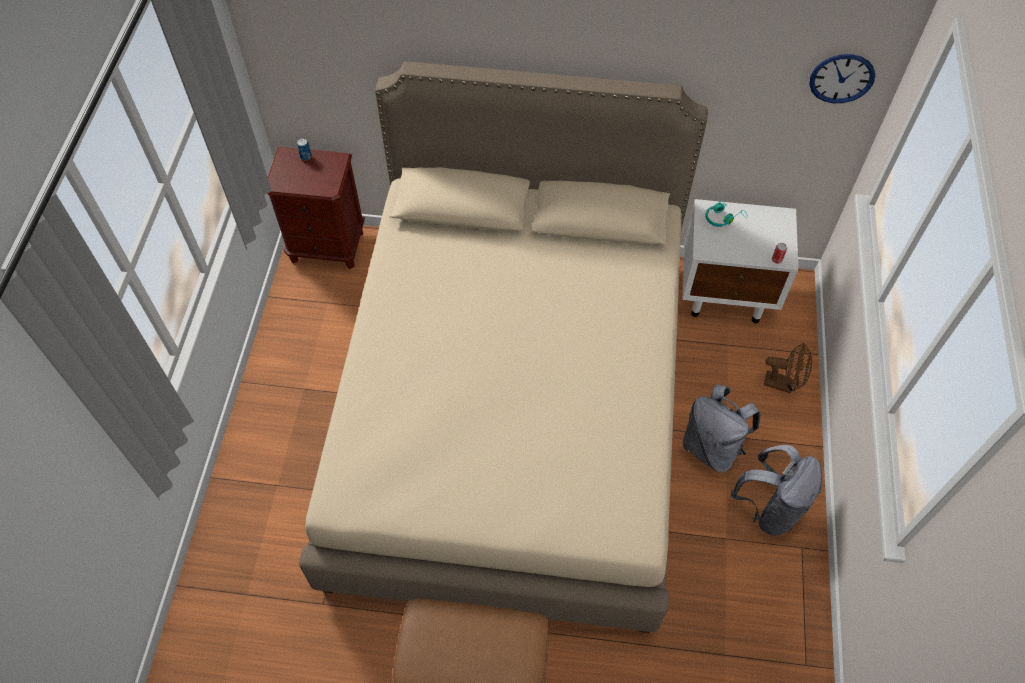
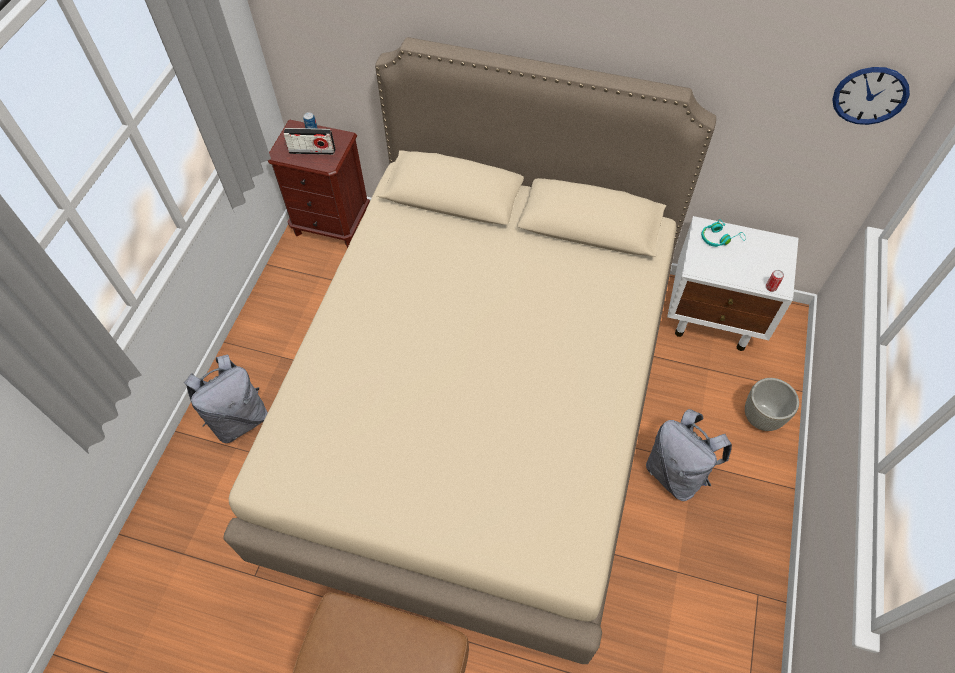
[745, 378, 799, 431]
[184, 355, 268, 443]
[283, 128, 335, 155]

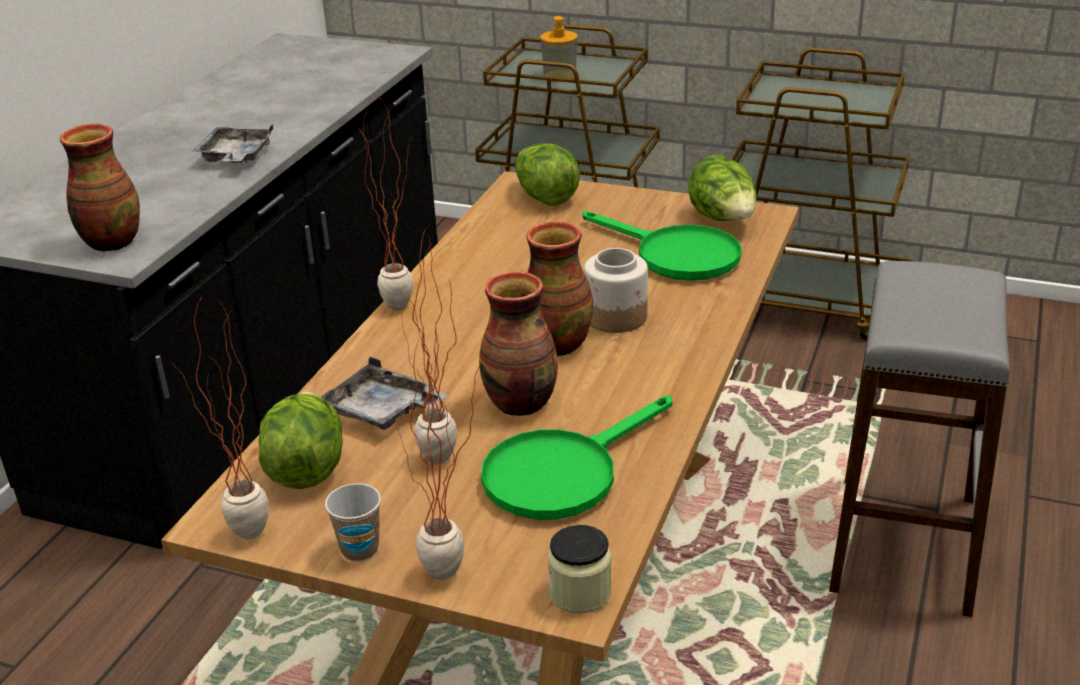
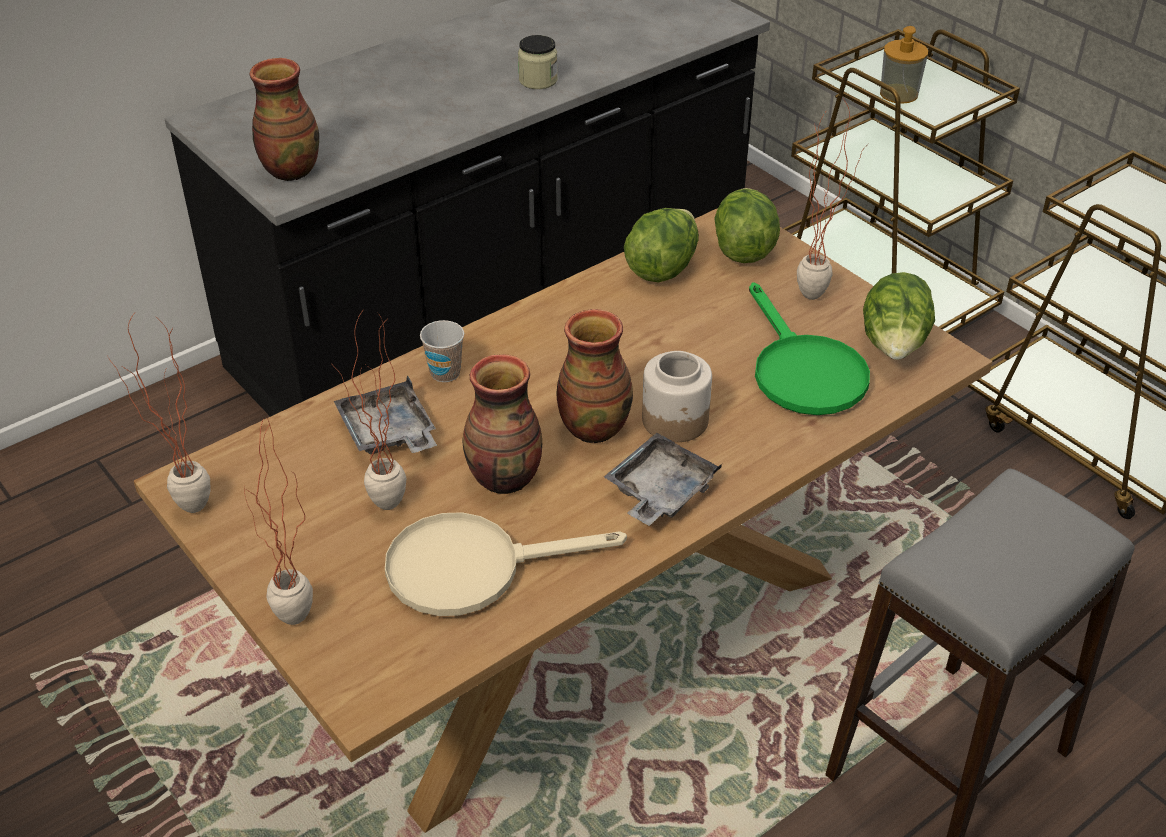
[797, 98, 869, 300]
[604, 433, 722, 526]
[624, 208, 699, 282]
[385, 512, 627, 616]
[420, 320, 464, 382]
[518, 35, 558, 89]

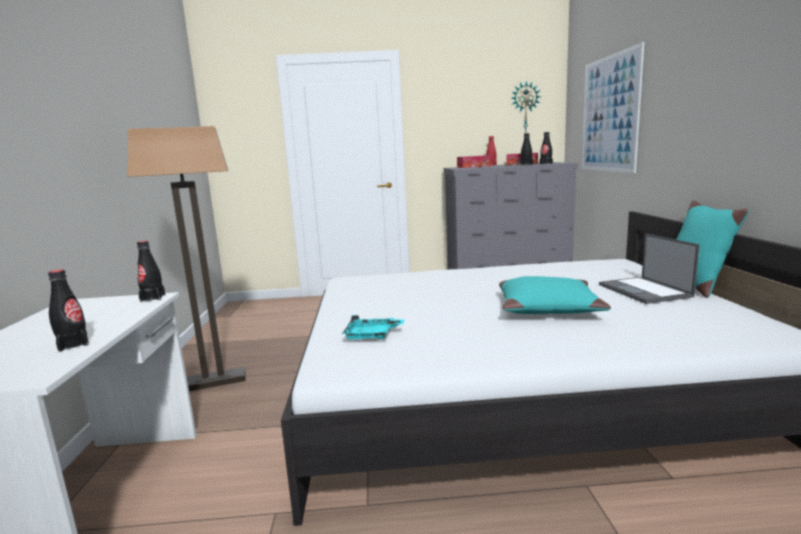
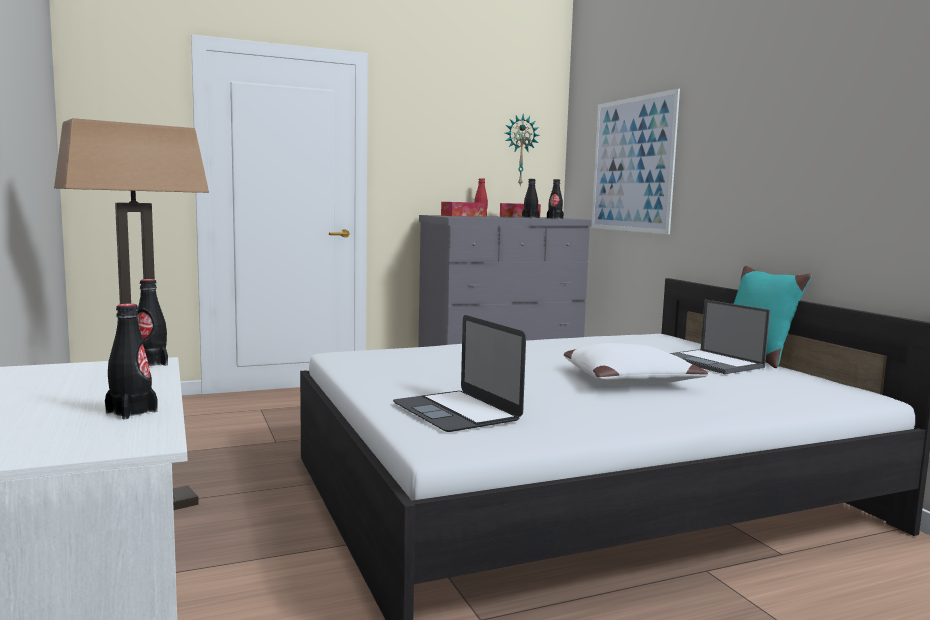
[564, 343, 708, 385]
[393, 315, 526, 432]

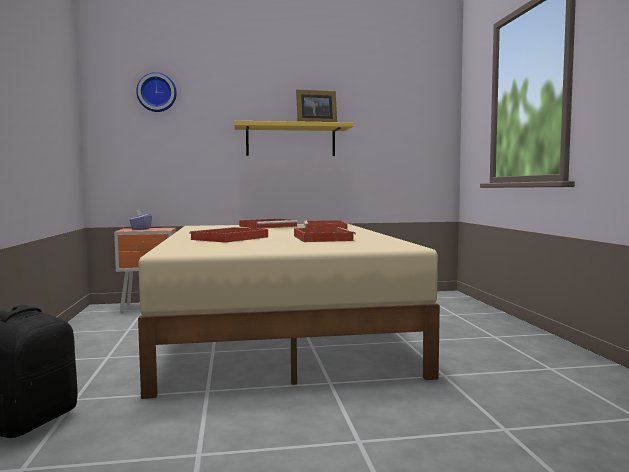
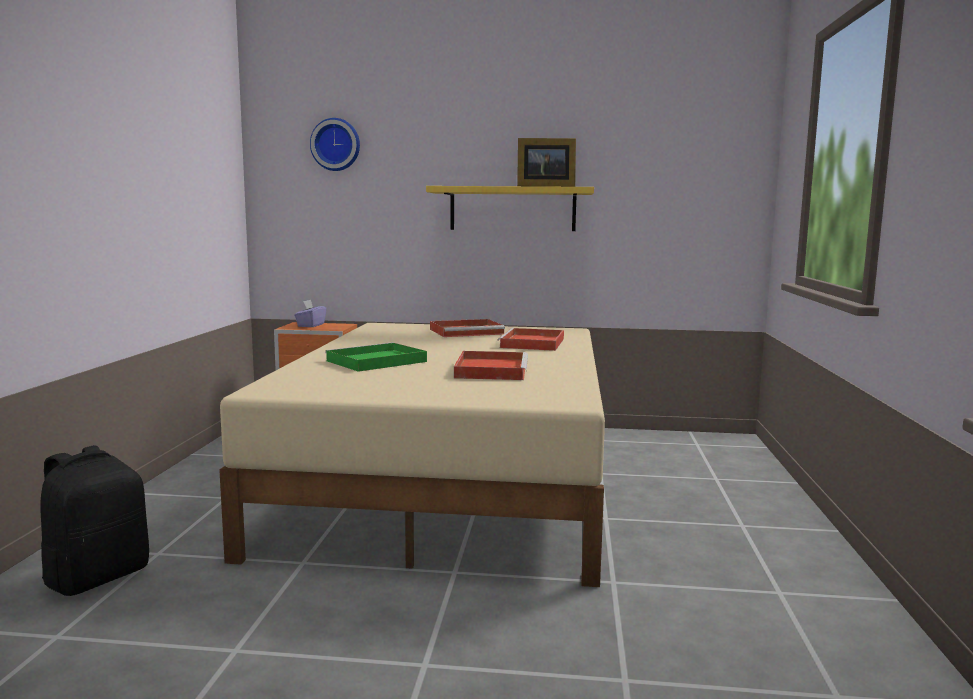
[325, 342, 427, 372]

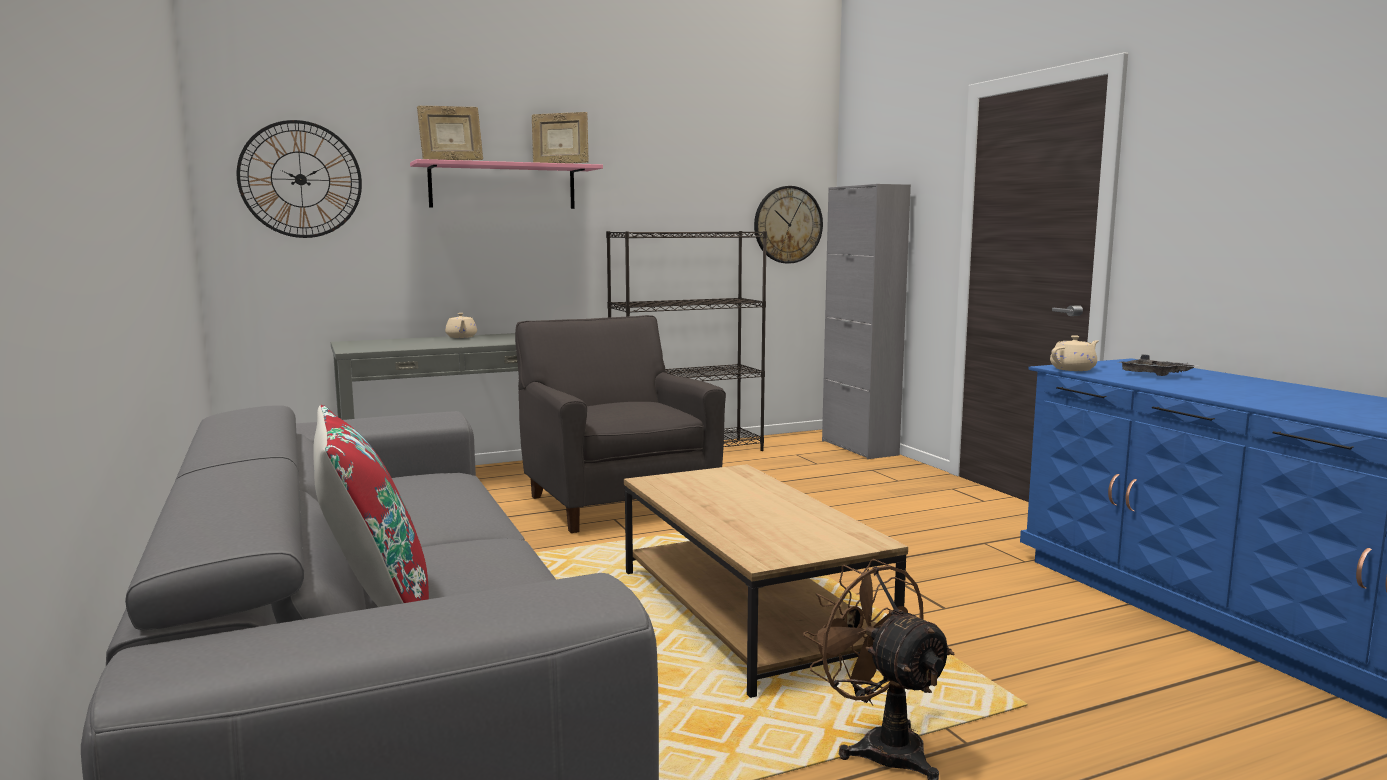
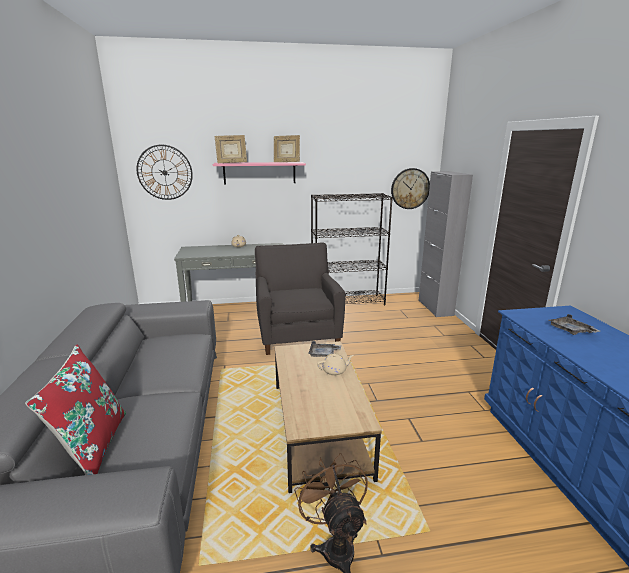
[317, 354, 354, 375]
[308, 341, 341, 357]

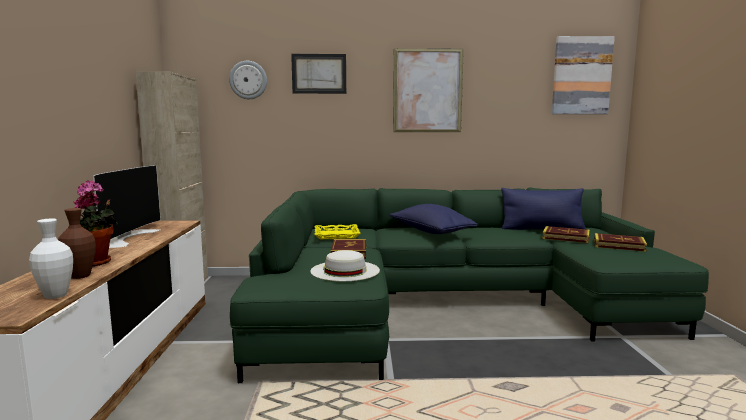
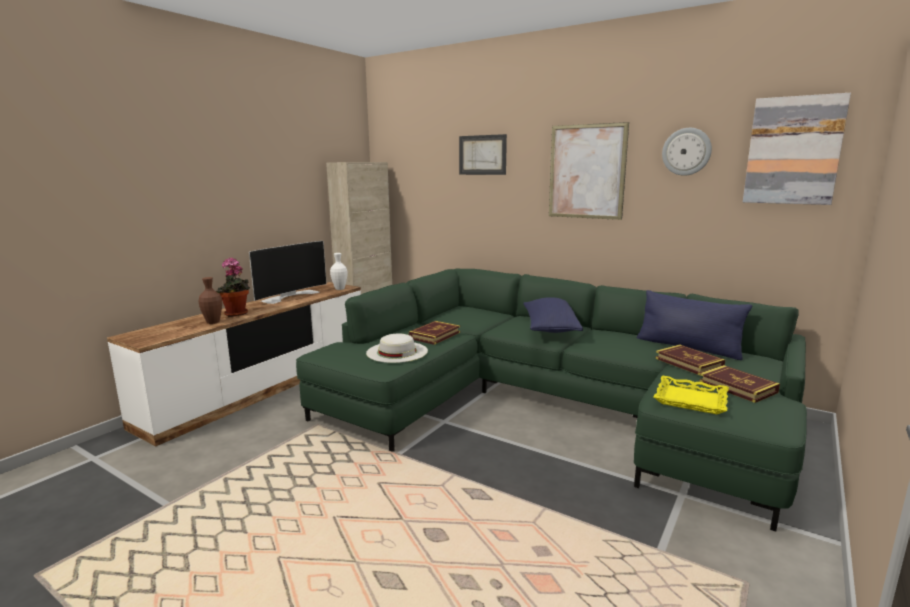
[662, 128, 712, 176]
[330, 253, 348, 290]
[654, 376, 729, 414]

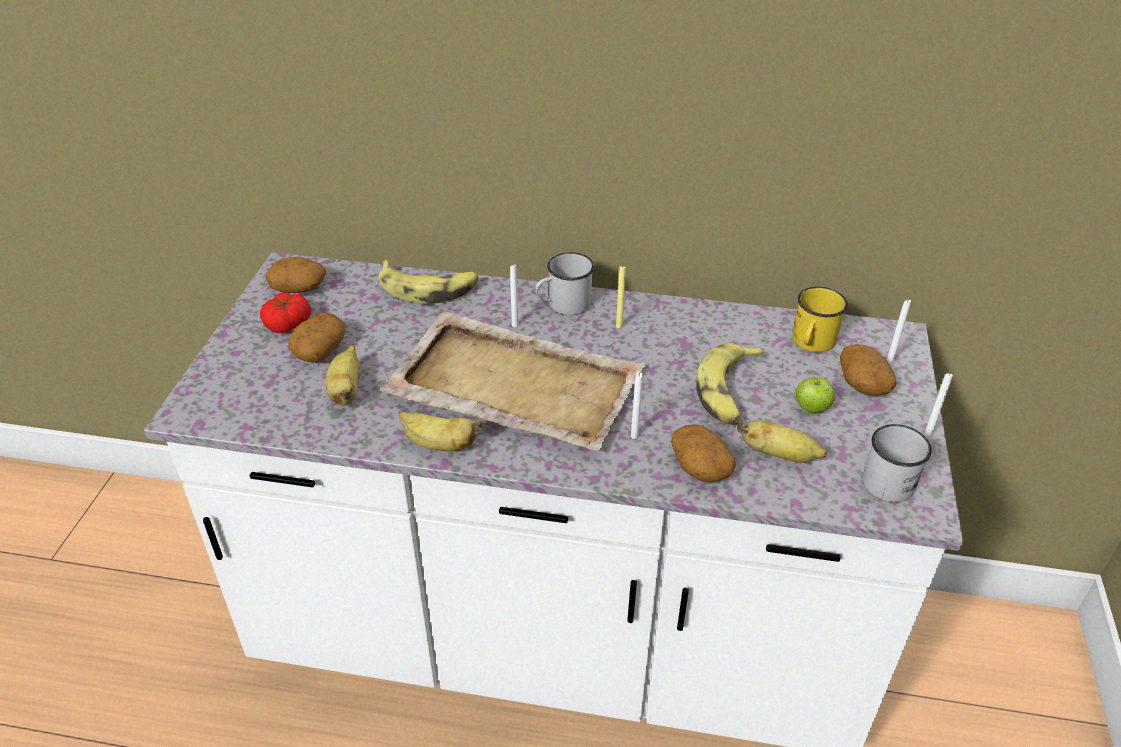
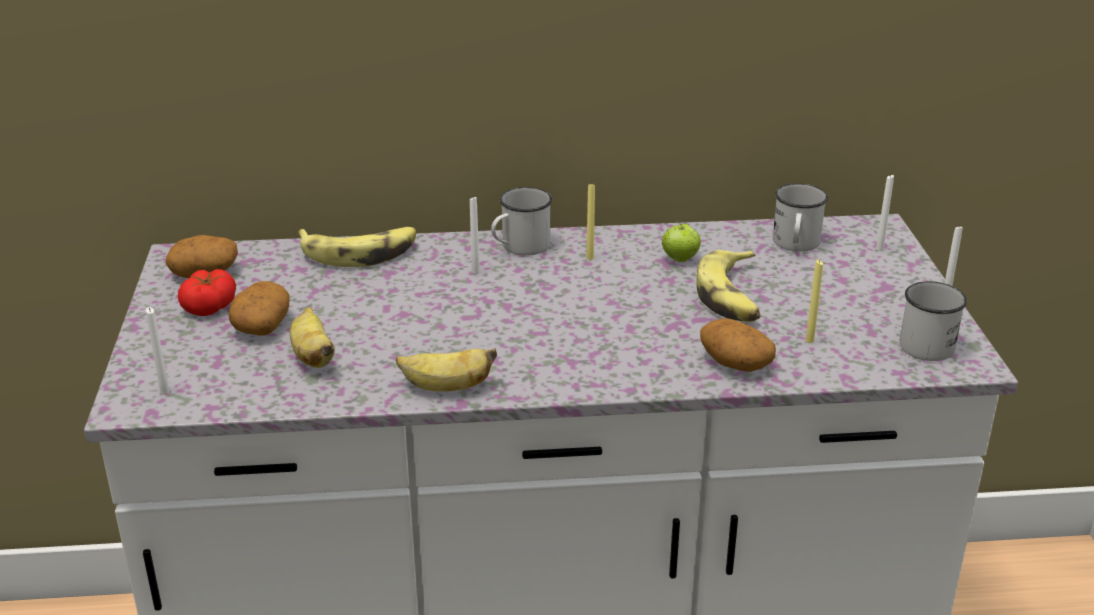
[773, 183, 828, 252]
[380, 311, 646, 451] (first image)
[840, 345, 897, 396] (first image)
[146, 307, 170, 395]
[662, 221, 701, 262]
[806, 260, 823, 343]

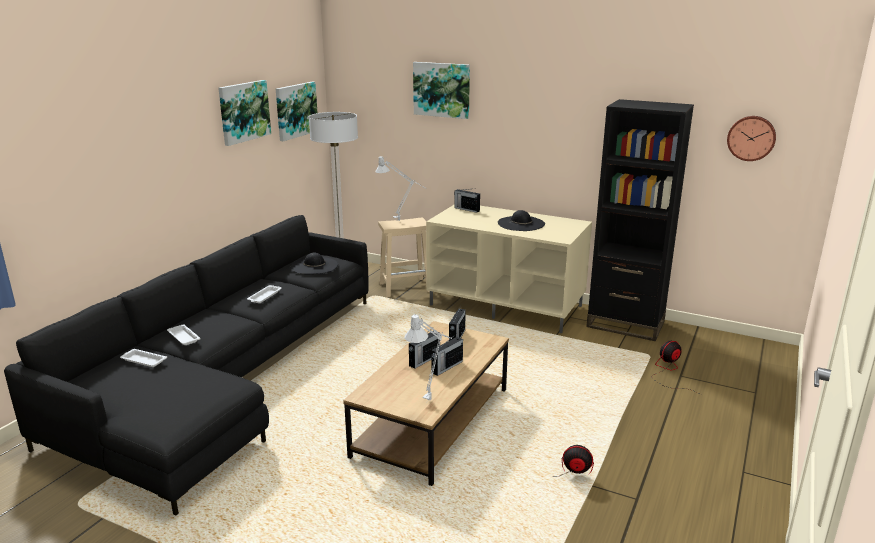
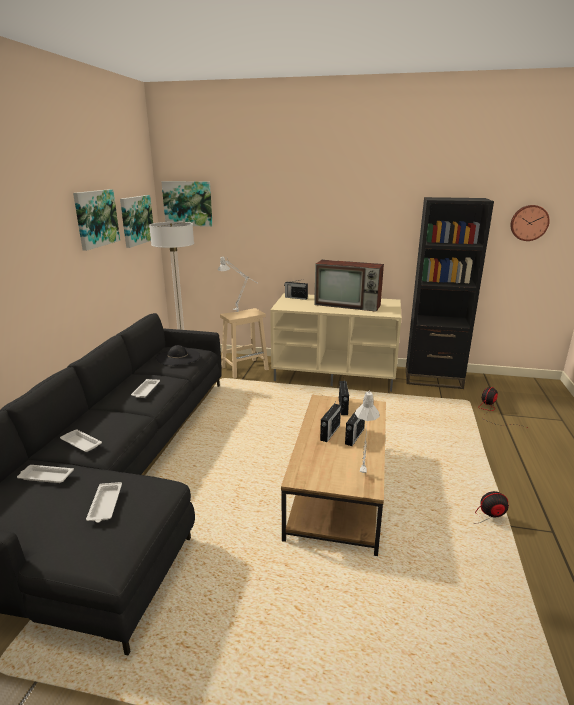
[161, 181, 213, 227]
[314, 260, 384, 312]
[86, 482, 122, 523]

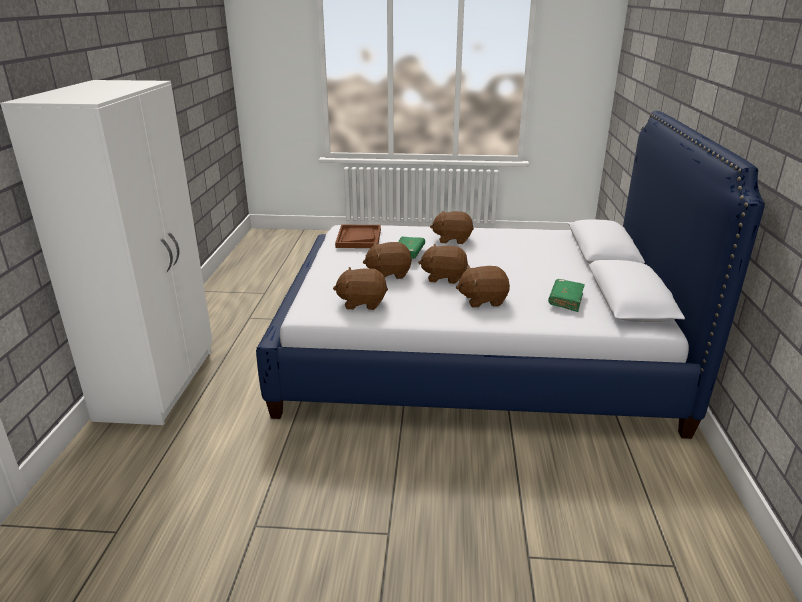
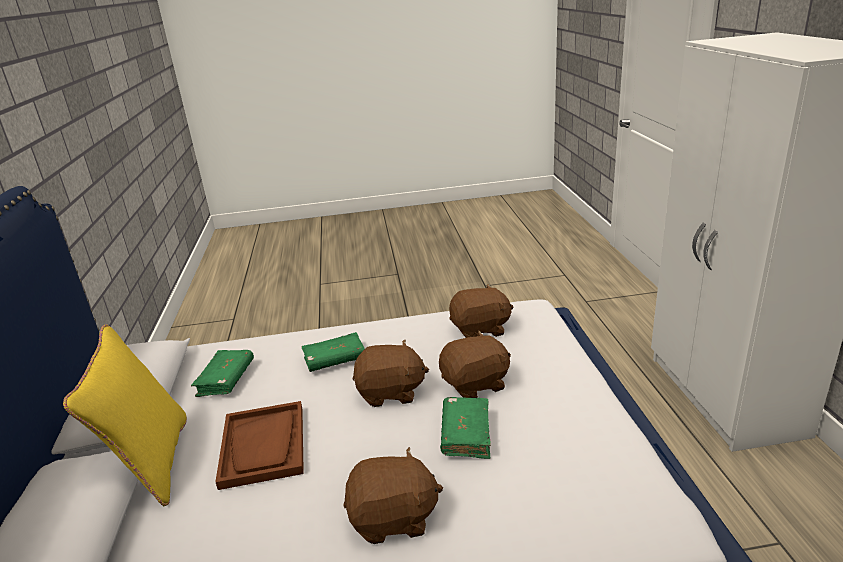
[216, 401, 304, 490]
[302, 332, 364, 372]
[63, 324, 187, 506]

